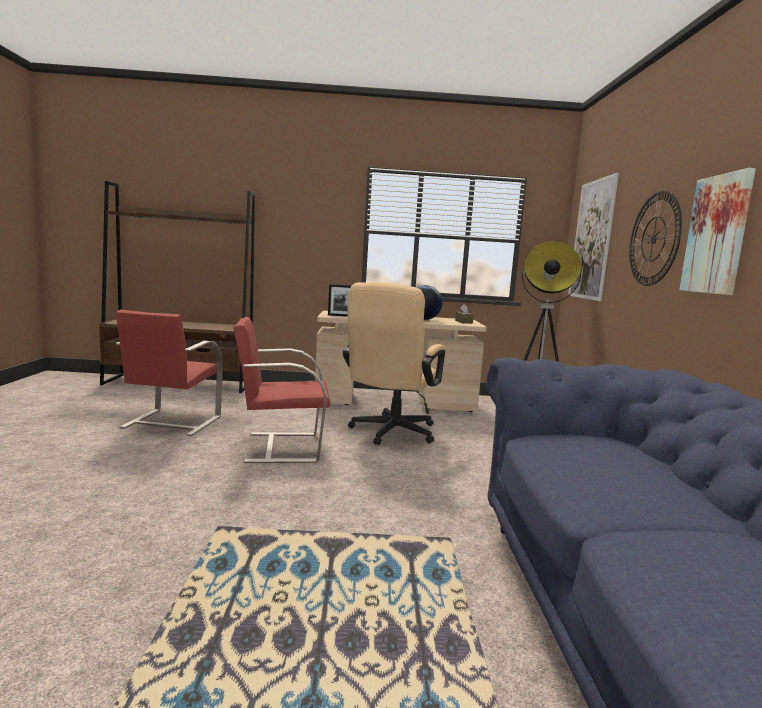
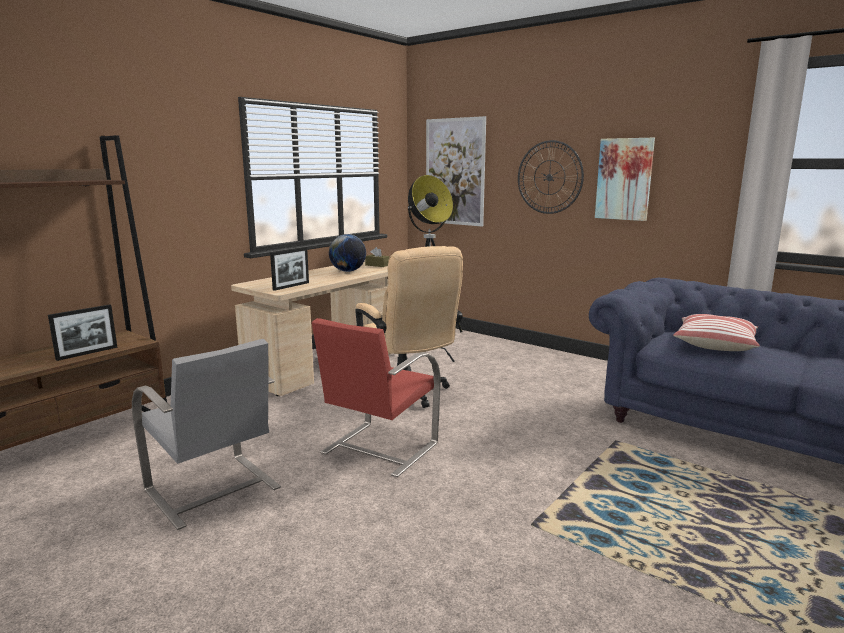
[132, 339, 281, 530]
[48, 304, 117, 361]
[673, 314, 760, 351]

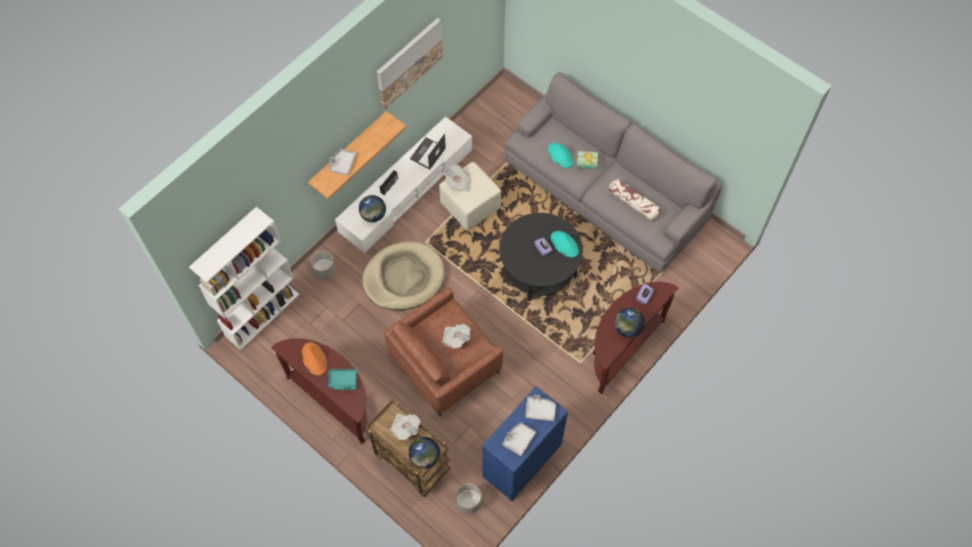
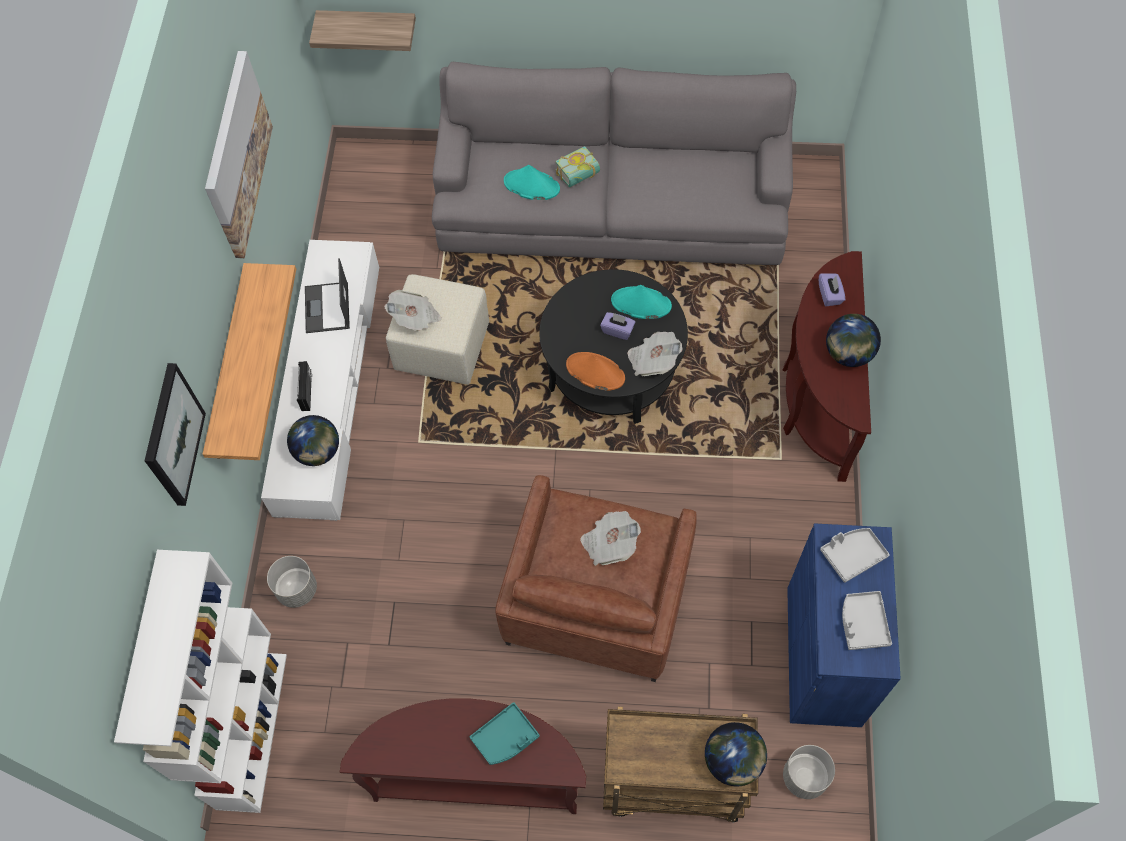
[328, 149, 356, 175] (first image)
[608, 179, 661, 221] (first image)
[362, 241, 445, 310] (first image)
[566, 352, 625, 391]
[627, 332, 682, 376]
[309, 10, 416, 51]
[145, 363, 206, 506]

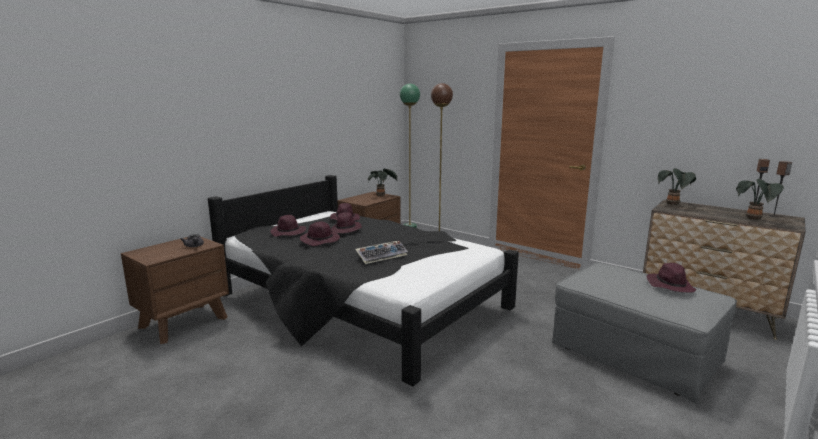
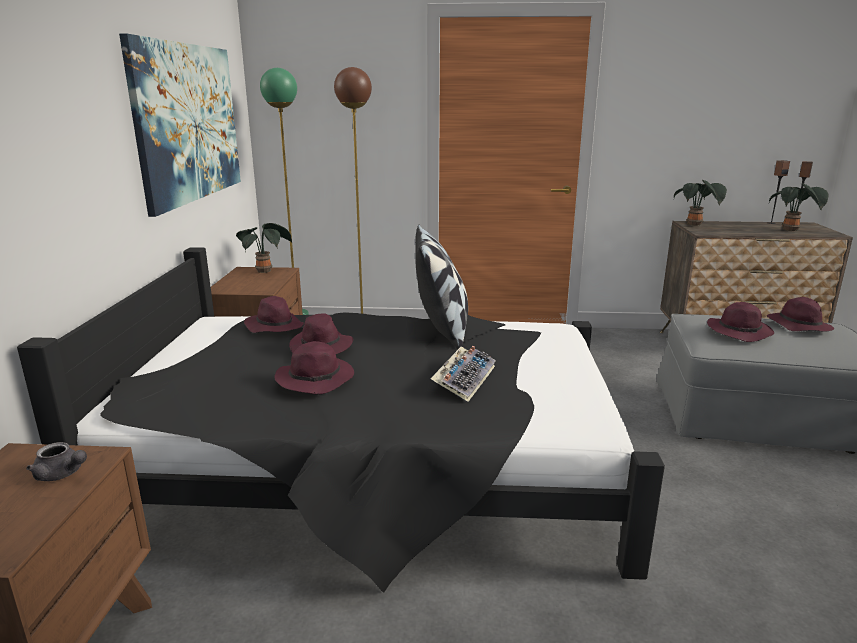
[707, 302, 774, 342]
[119, 34, 241, 217]
[415, 225, 468, 349]

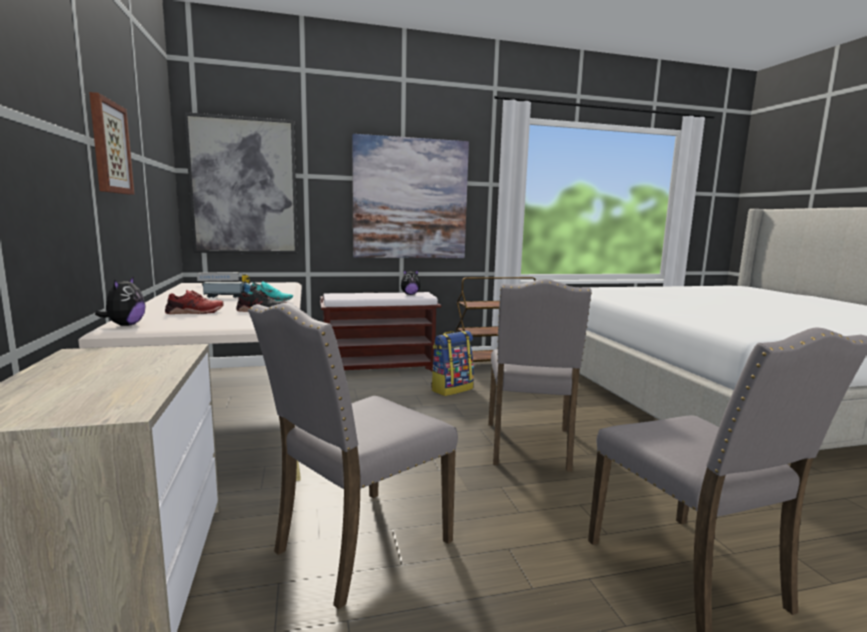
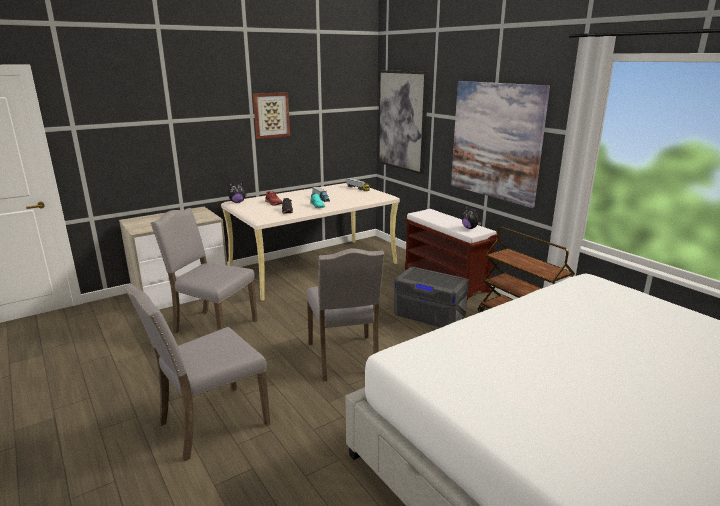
[306, 248, 384, 382]
[394, 267, 469, 328]

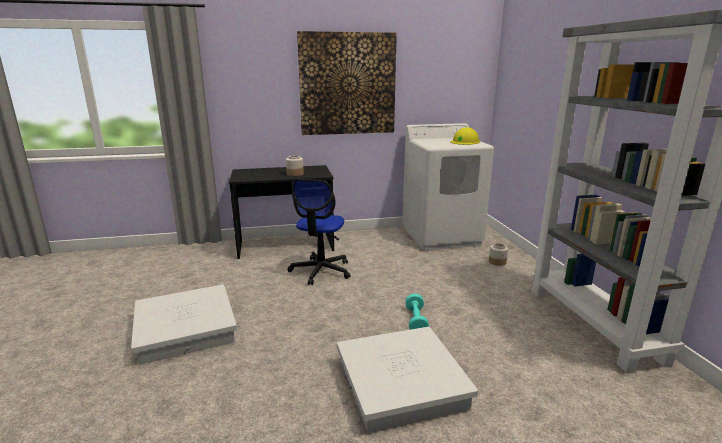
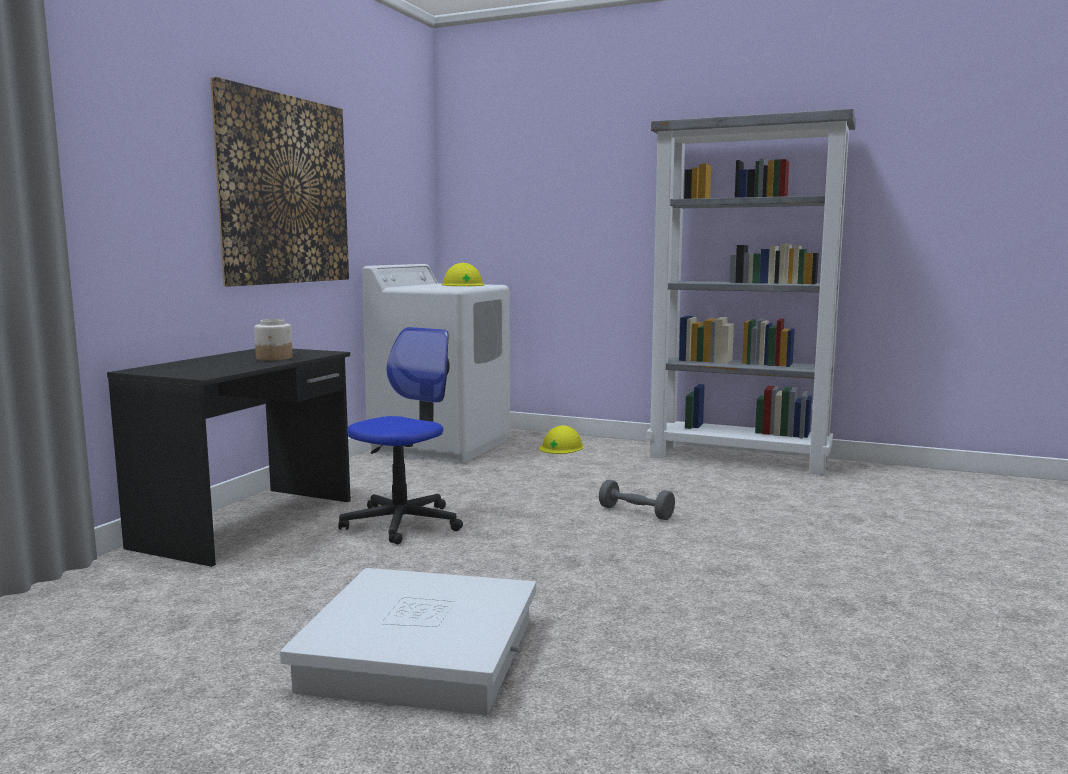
[338, 327, 463, 545]
[539, 426, 584, 454]
[599, 480, 675, 520]
[337, 327, 478, 433] (first image)

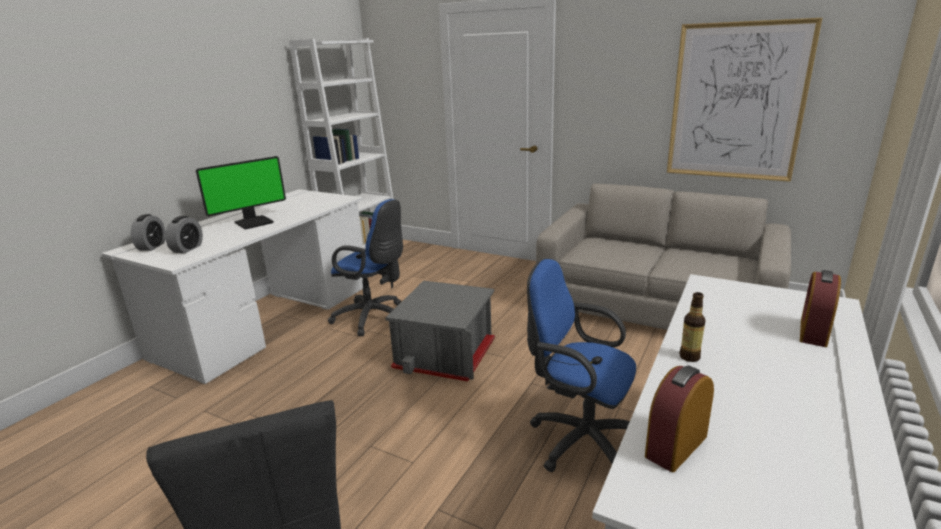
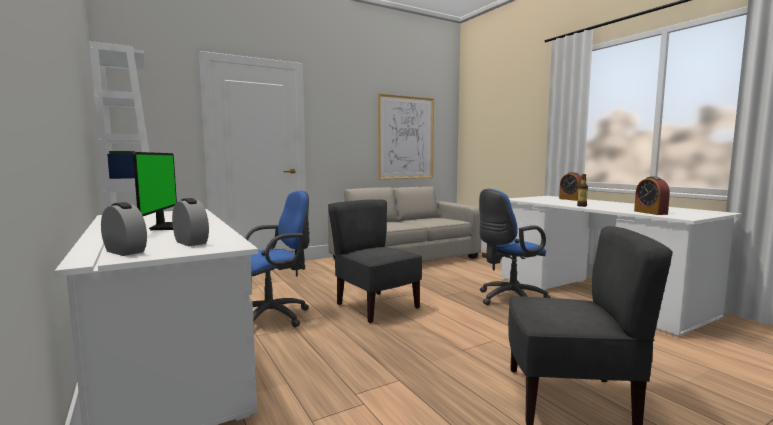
[328, 199, 422, 323]

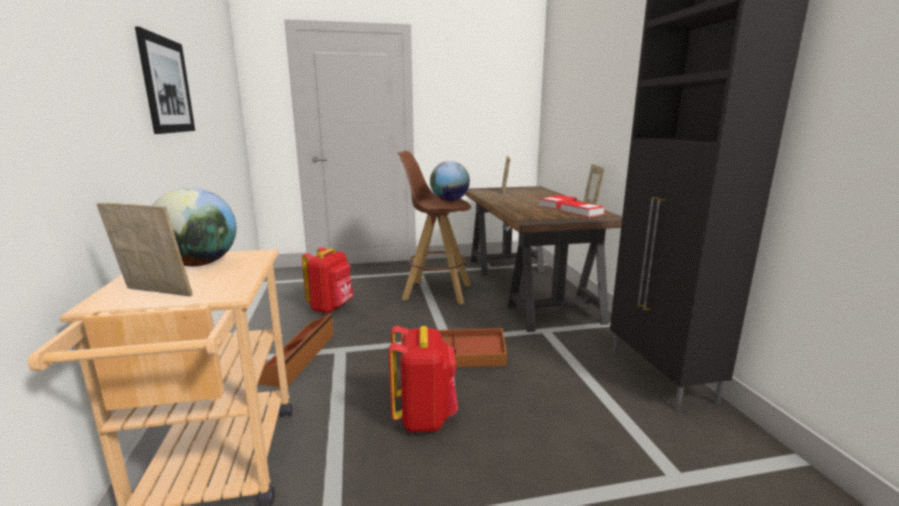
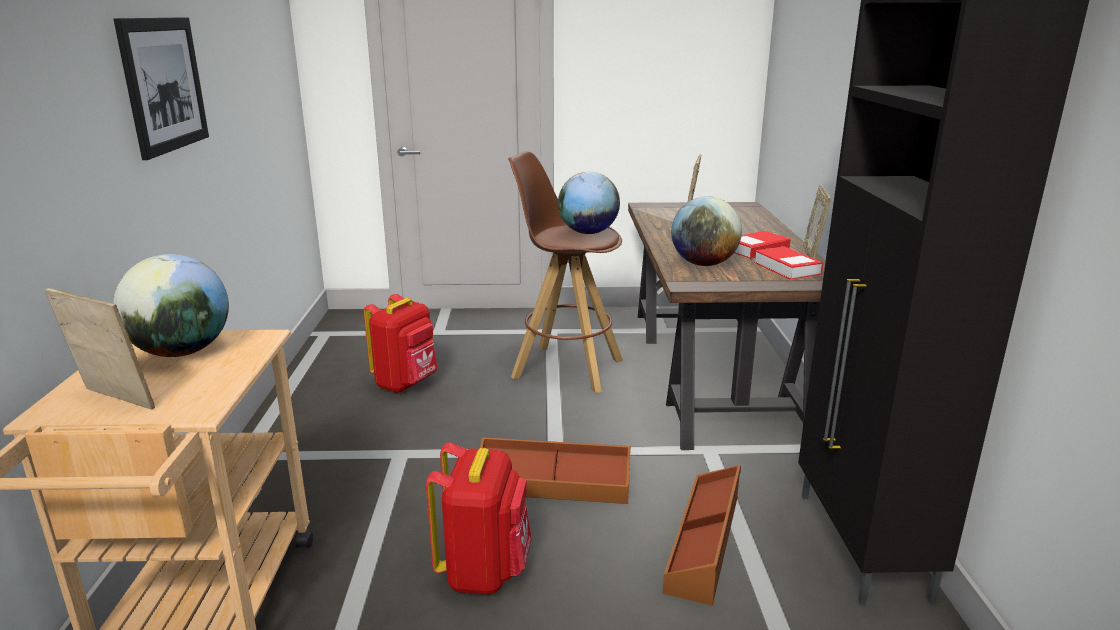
[663, 465, 741, 606]
[671, 196, 742, 266]

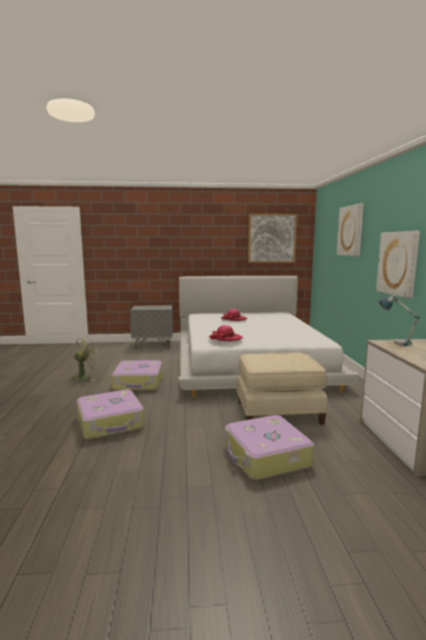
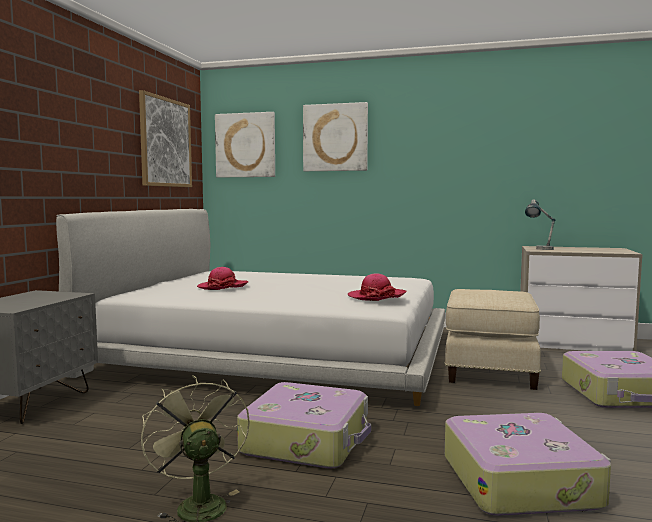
[215, 112, 275, 177]

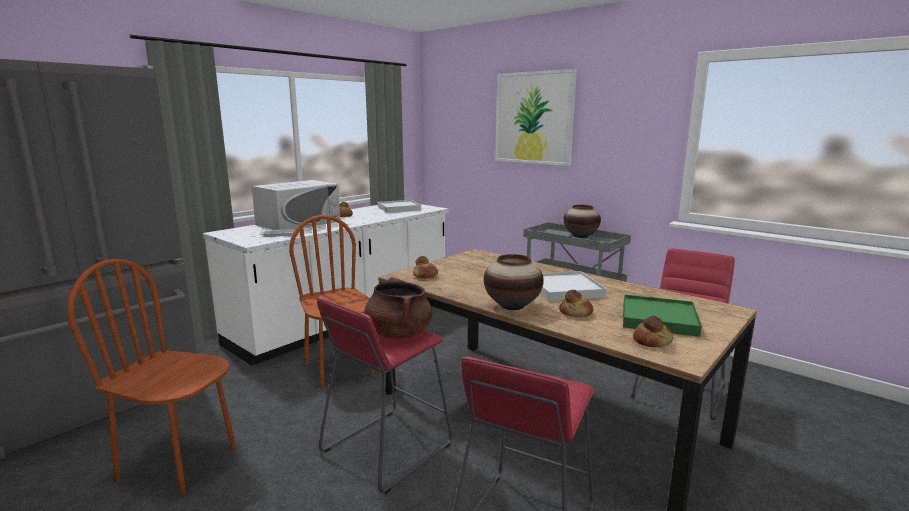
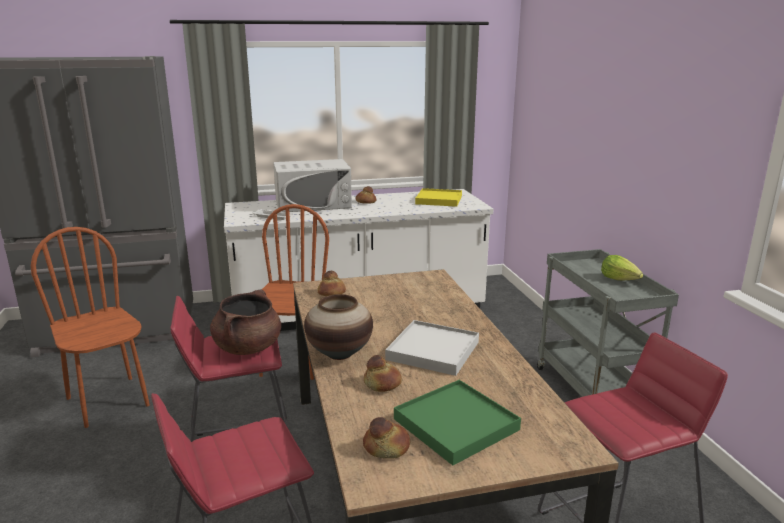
[495, 69, 577, 166] (first image)
[415, 188, 462, 207]
[601, 255, 643, 280]

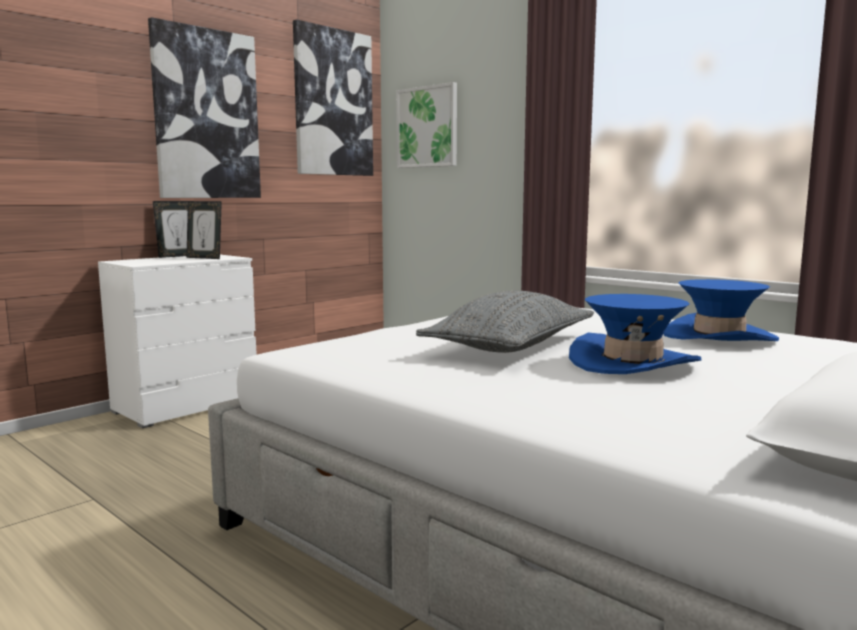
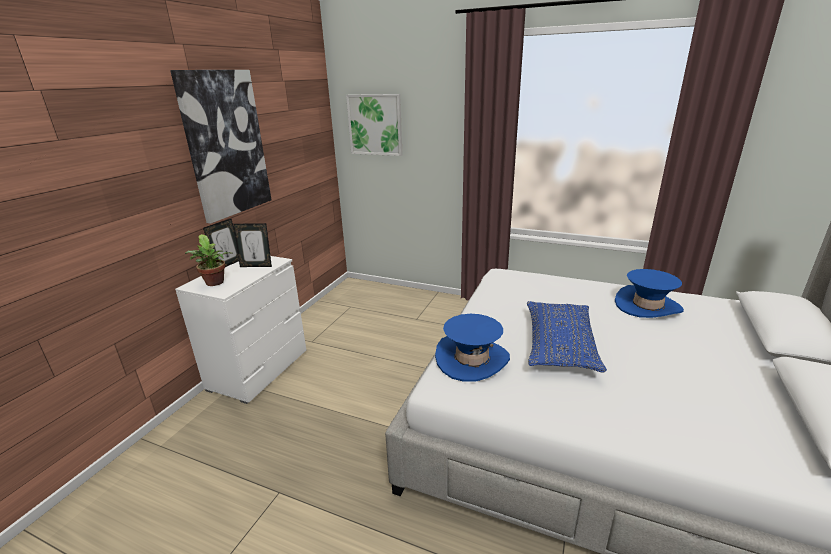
[293, 19, 373, 176] (first image)
[527, 301, 607, 372]
[435, 314, 510, 382]
[185, 234, 233, 286]

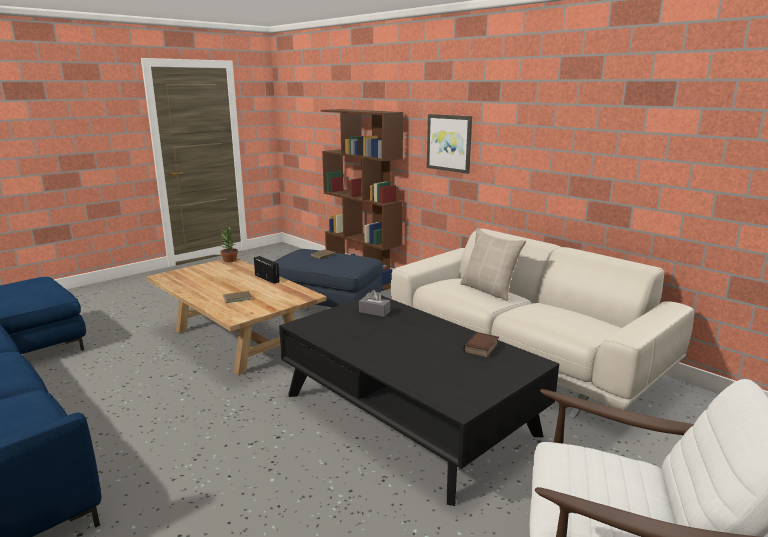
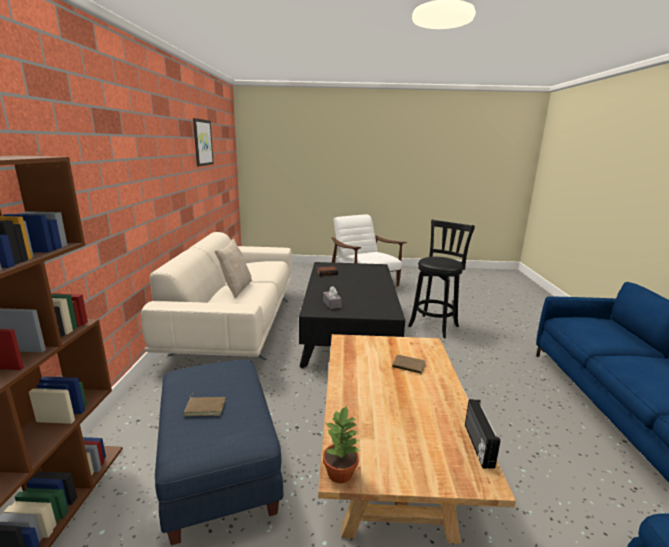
[193, 118, 214, 167]
[465, 399, 500, 469]
[408, 219, 475, 339]

